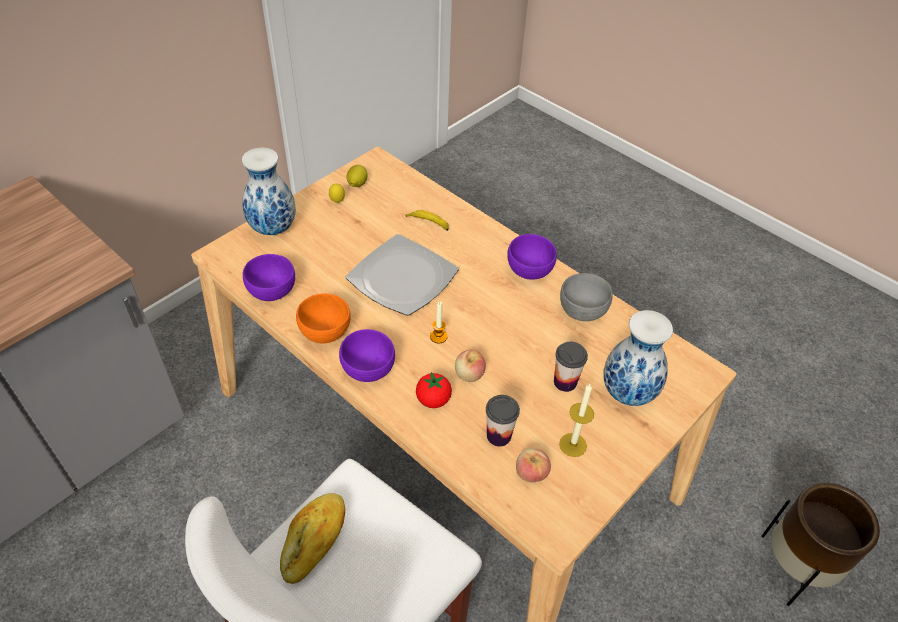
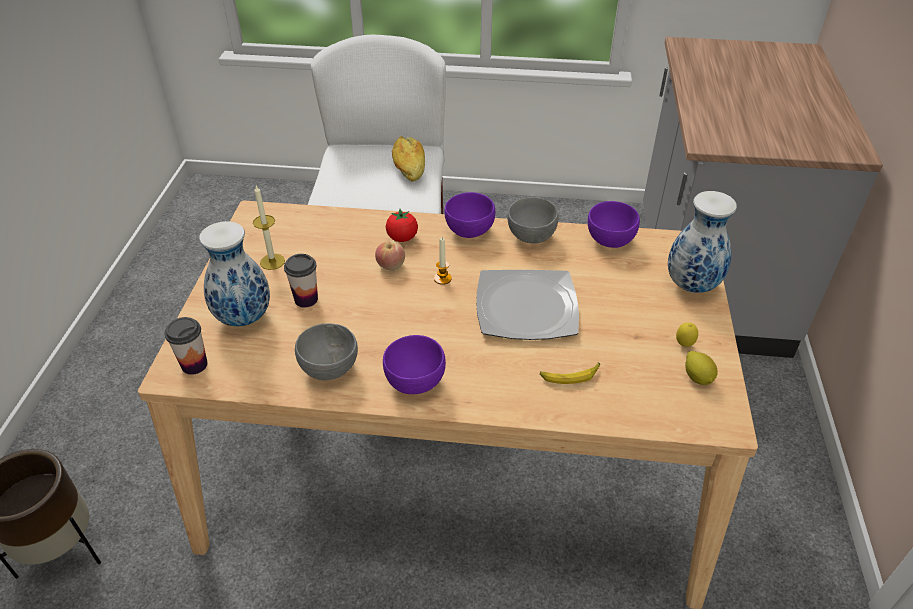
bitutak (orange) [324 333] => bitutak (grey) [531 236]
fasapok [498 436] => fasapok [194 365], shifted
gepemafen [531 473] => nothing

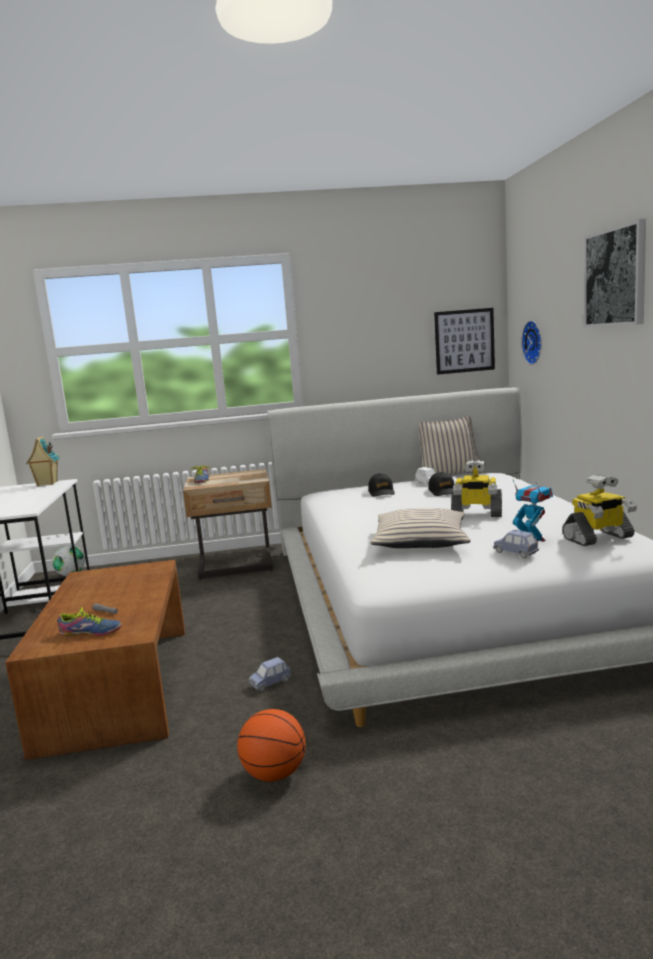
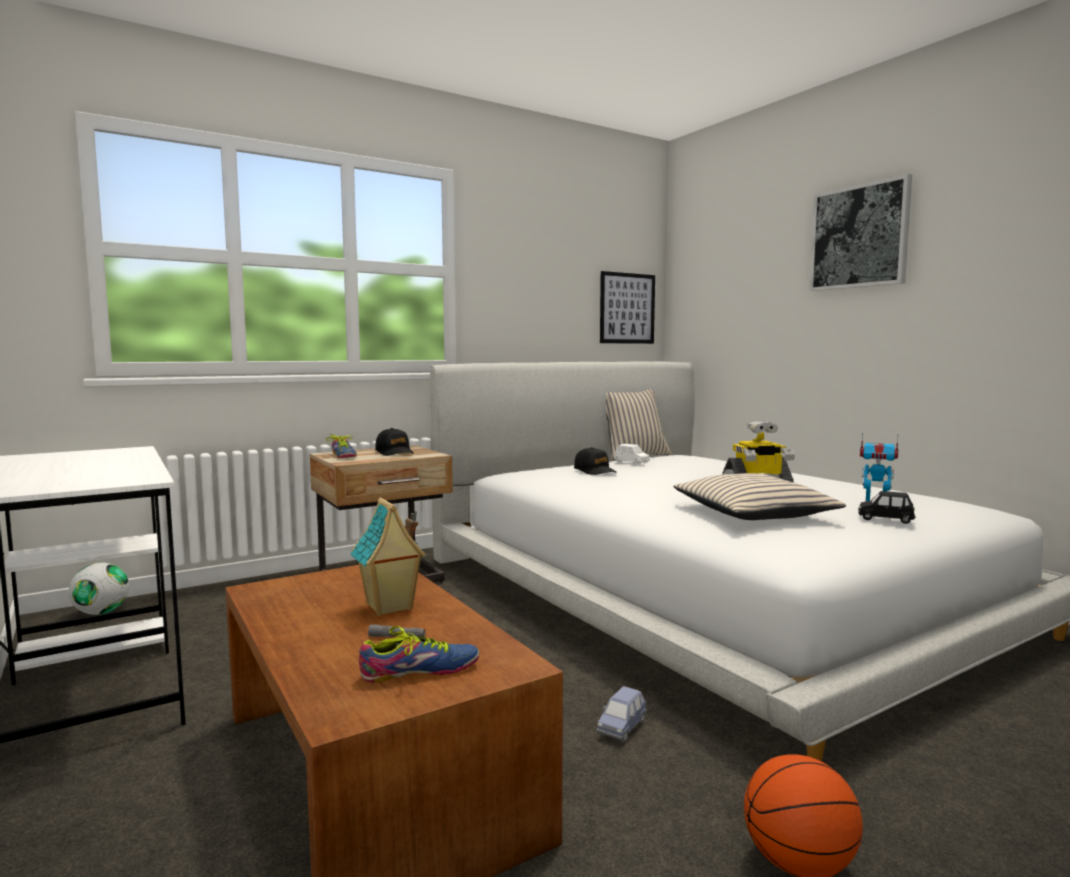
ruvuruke [46 484] => ruvuruke [389 607], shifted
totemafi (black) [443 491] => totemafi (black) [394 452], shifted
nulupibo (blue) [515 553] => nulupibo (black) [885 519]
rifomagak [534 342] => nothing
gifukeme [598 538] => nothing

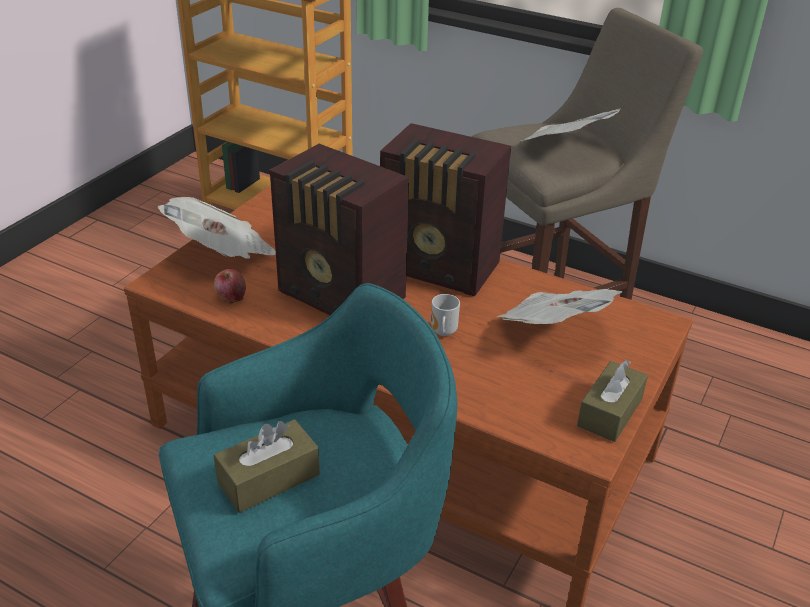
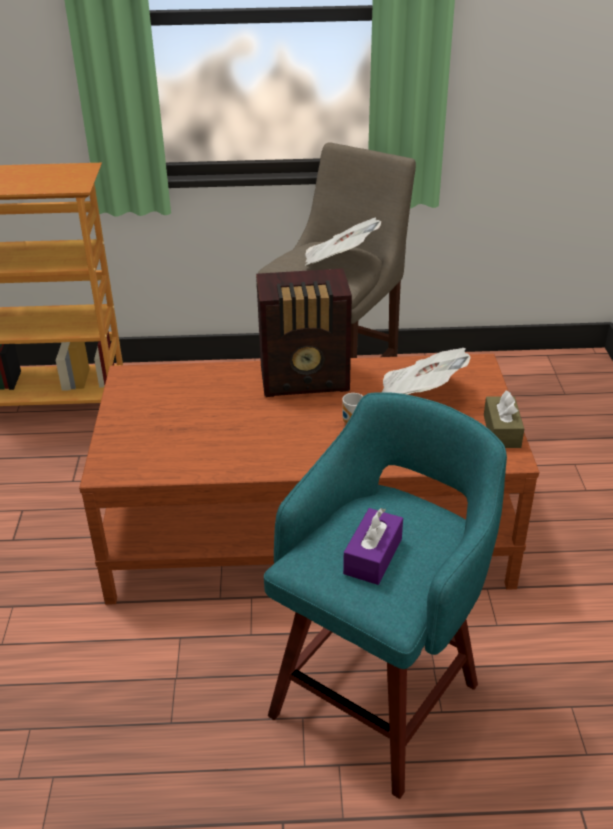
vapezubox [223 253] => nothing
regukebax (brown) [268 478] => regukebax (purple) [373 556]
gepemafen [231 297] => nothing
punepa [342 297] => nothing

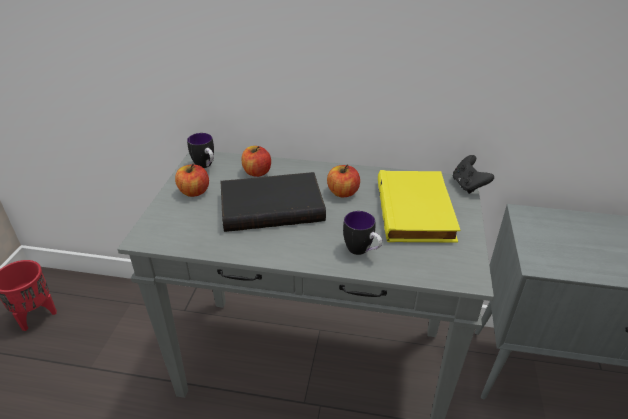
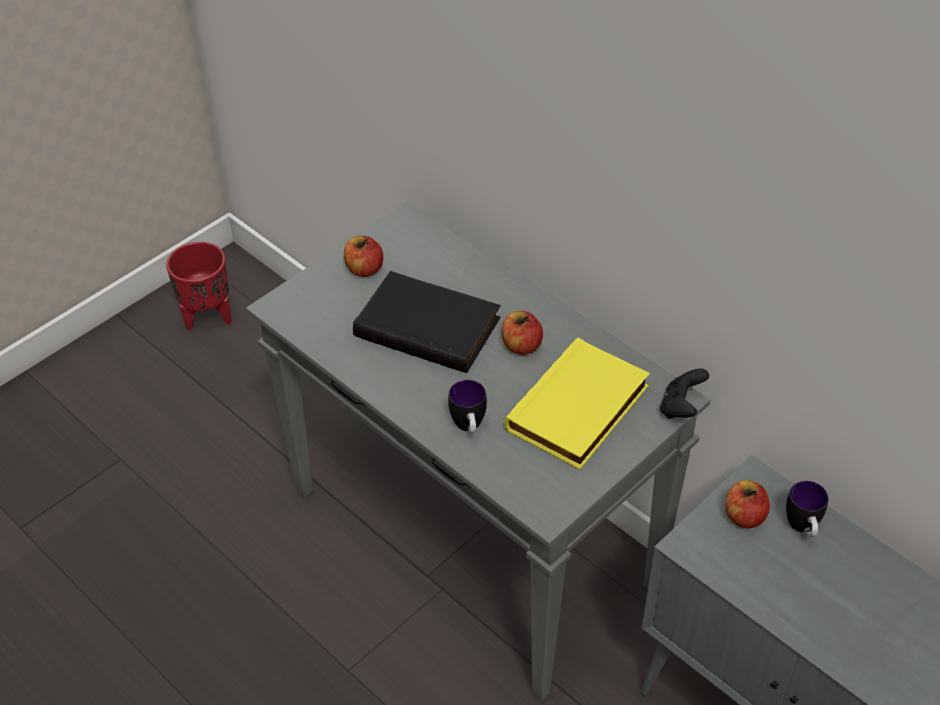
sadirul [206 166] => sadirul [803 529], shifted
gepemafen [257 172] => gepemafen [744 516], shifted

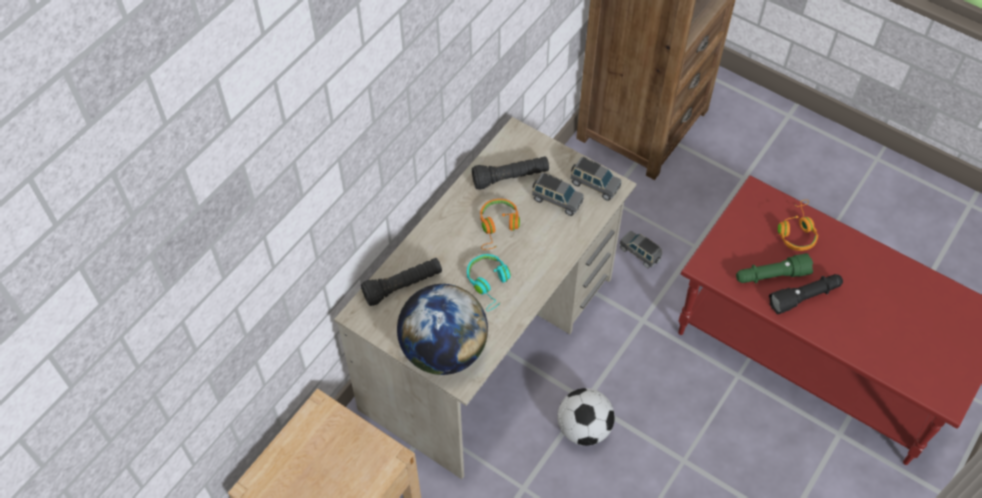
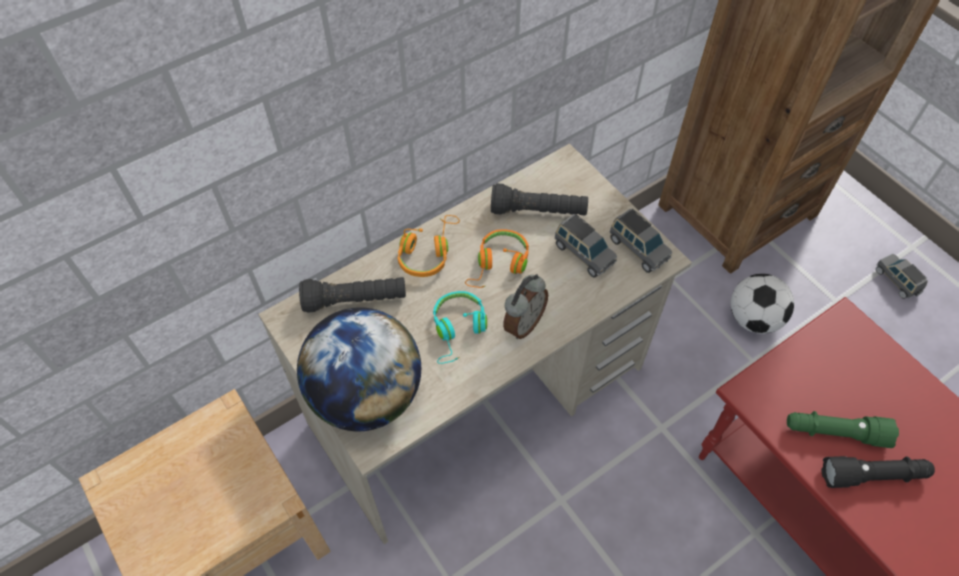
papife [584 428] => papife [753 318], shifted
nulupibo (grey) [640 253] => nulupibo (grey) [897 281], shifted
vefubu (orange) [796 231] => vefubu (orange) [428 252], shifted
nothing => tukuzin [523 324]

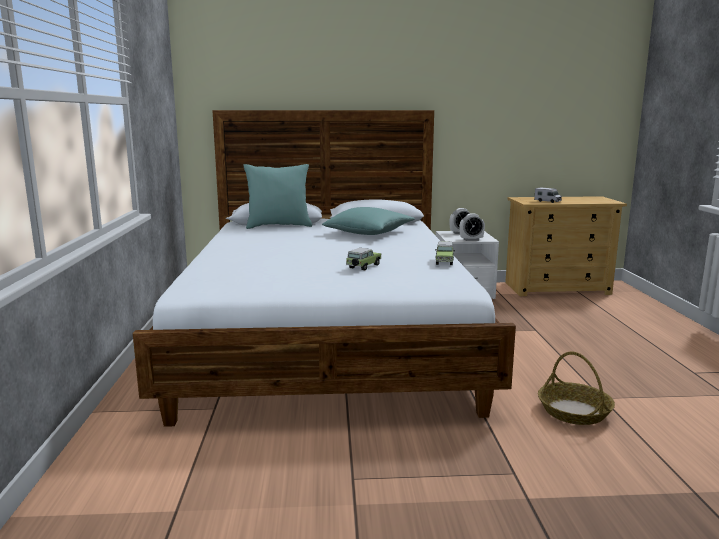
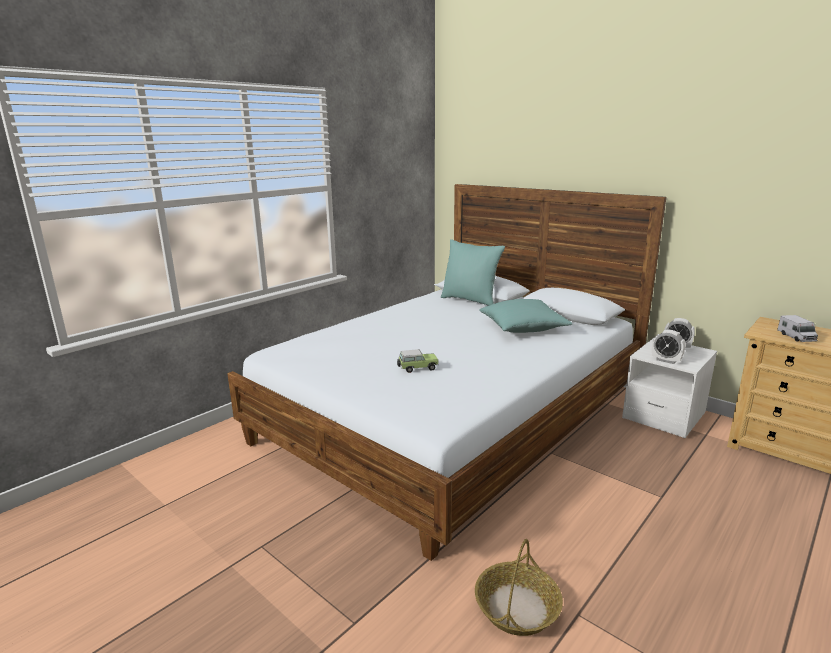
nulupibo [444 261] => nothing

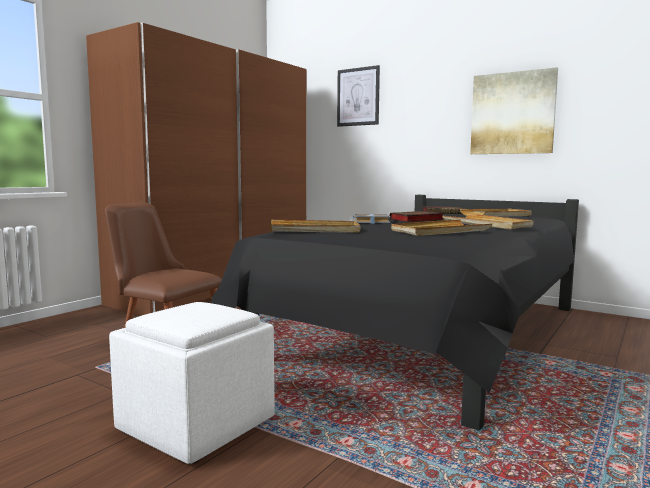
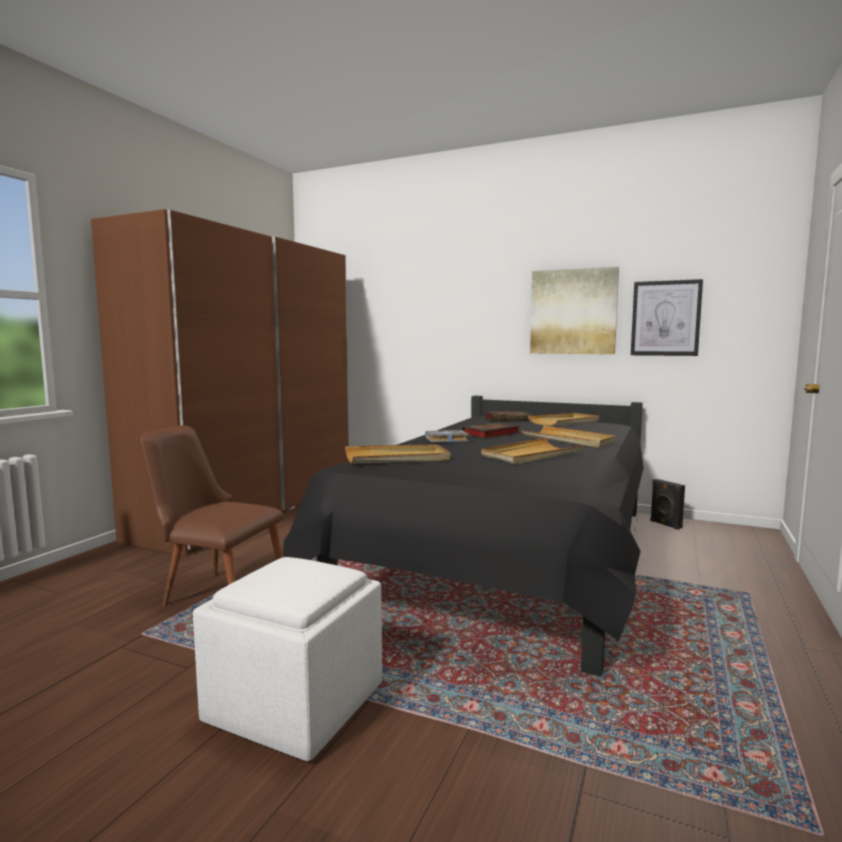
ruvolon [358 97] => ruvolon [665 318], shifted
nothing => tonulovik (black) [665 524]

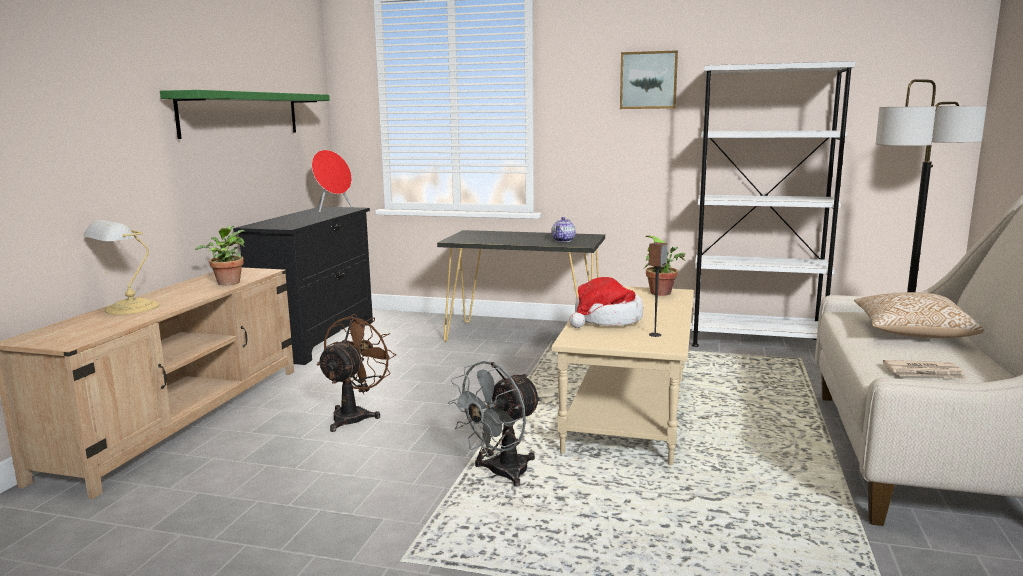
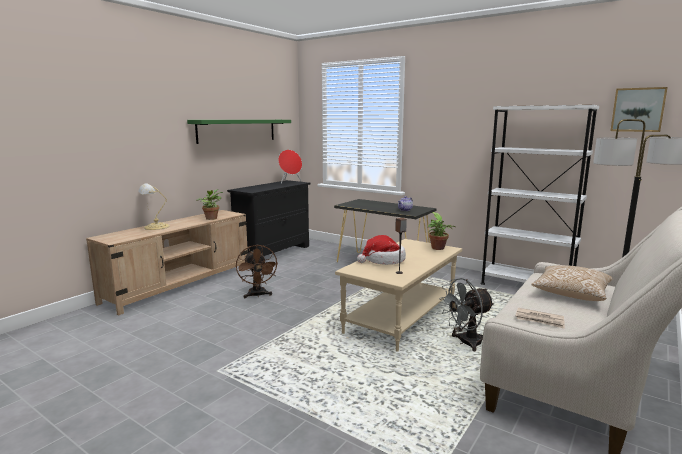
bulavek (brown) [355 415] => bulavek (brown) [257 295], 120 degrees clockwise
bulavek (grey) [500 474] => bulavek (grey) [465 343], shifted
ruvolon [648 80] => ruvolon [638 110], shifted

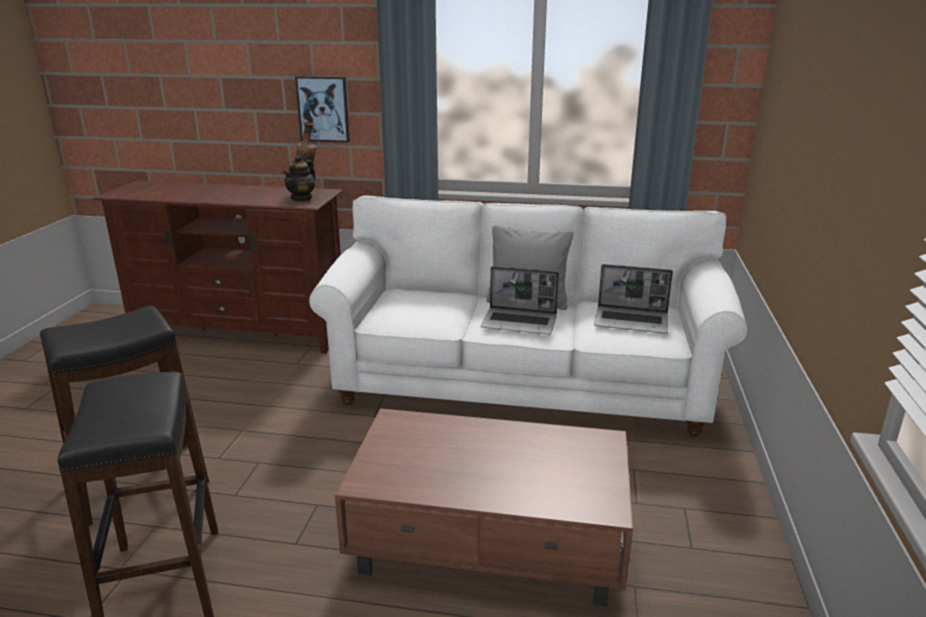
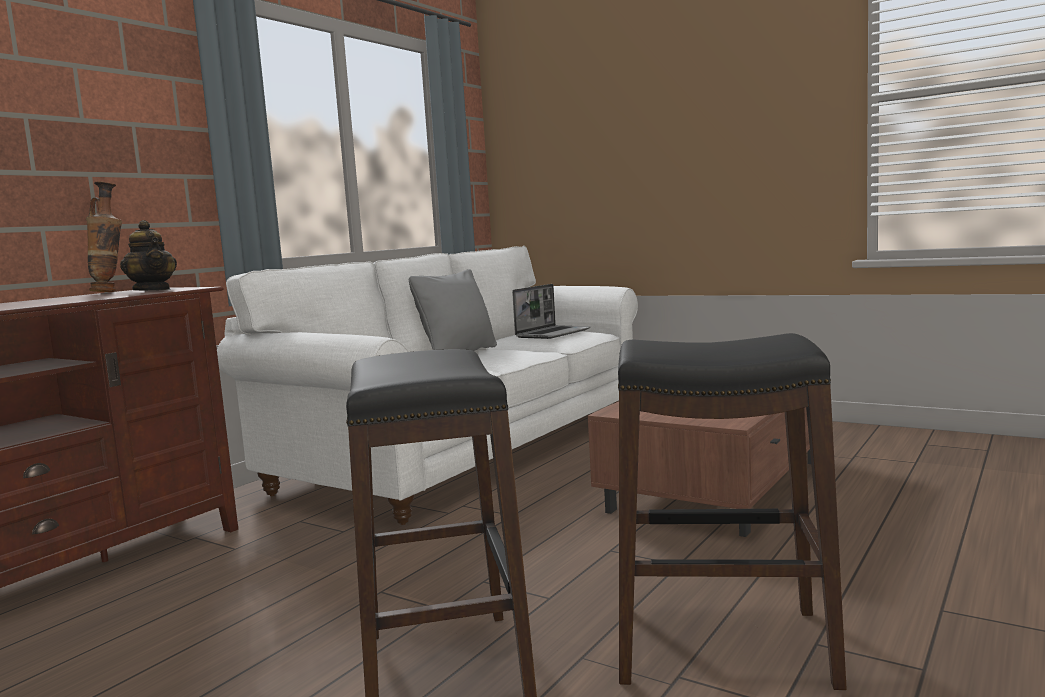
ruvolon [323 109] => nothing
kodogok [520 323] => nothing

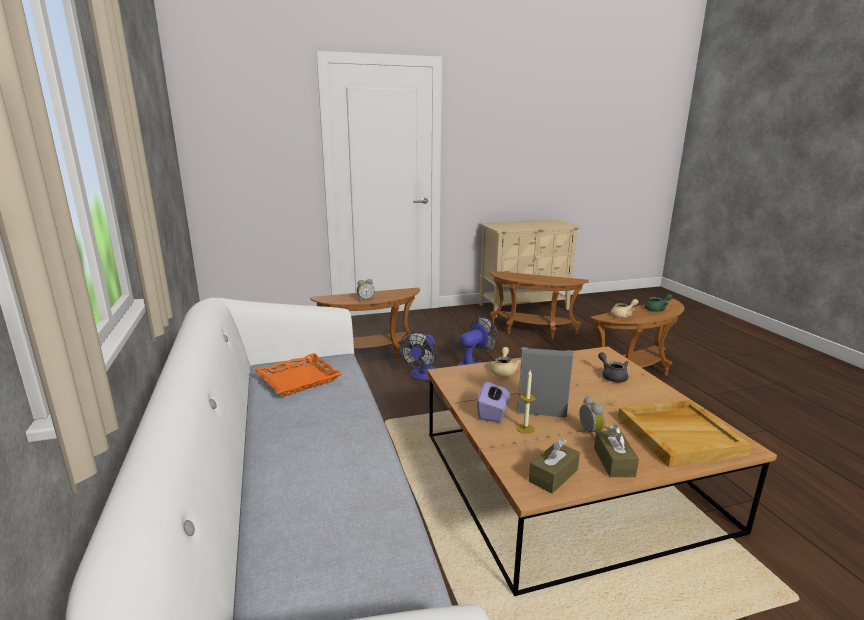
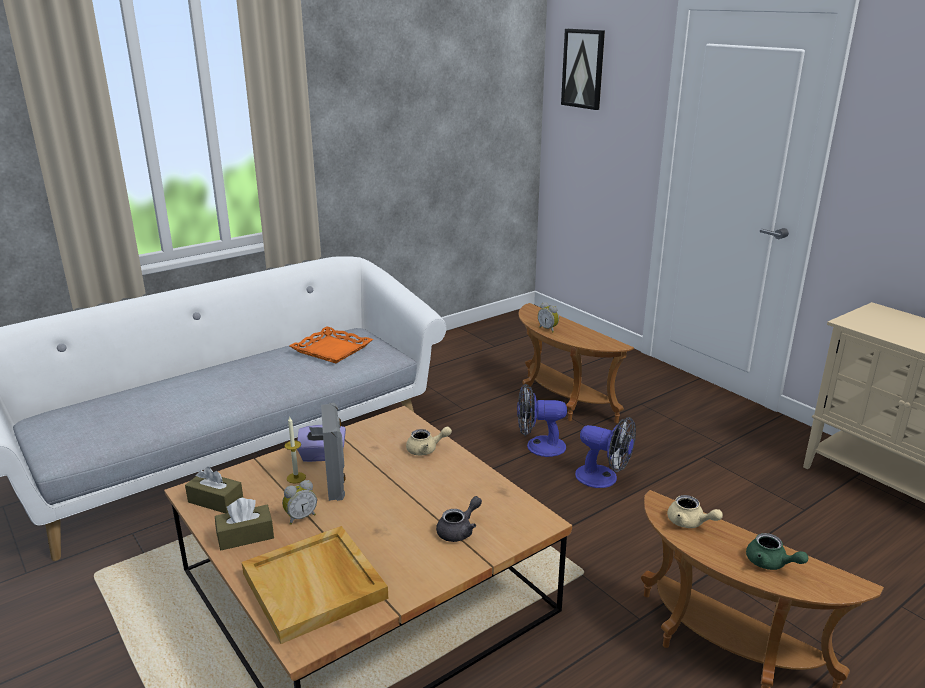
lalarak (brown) [532 332] => nothing
nothing => ruvolon [583 69]

